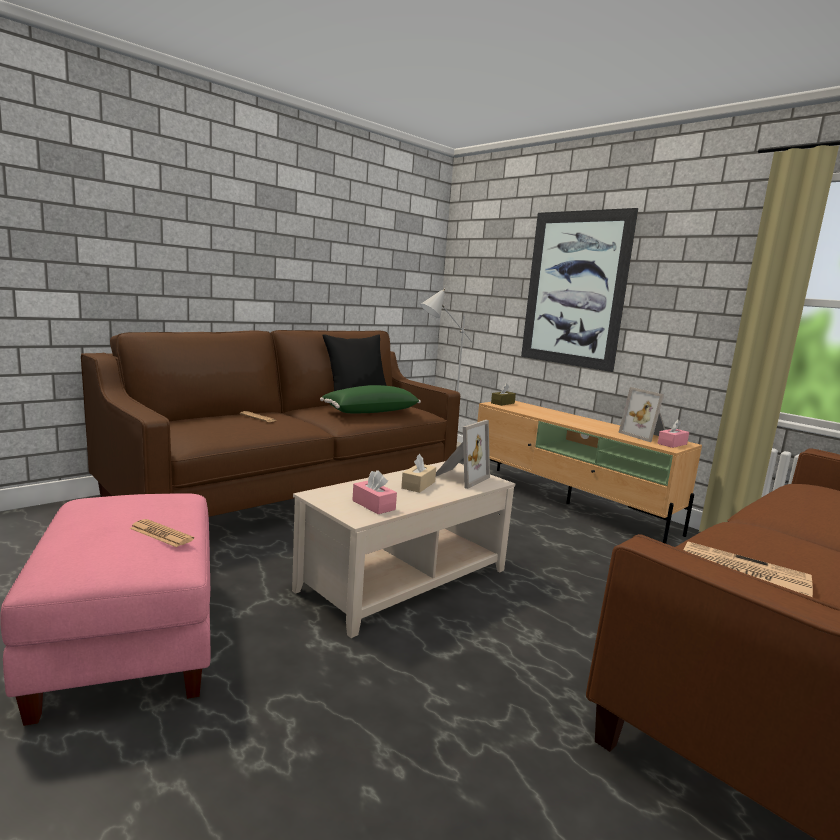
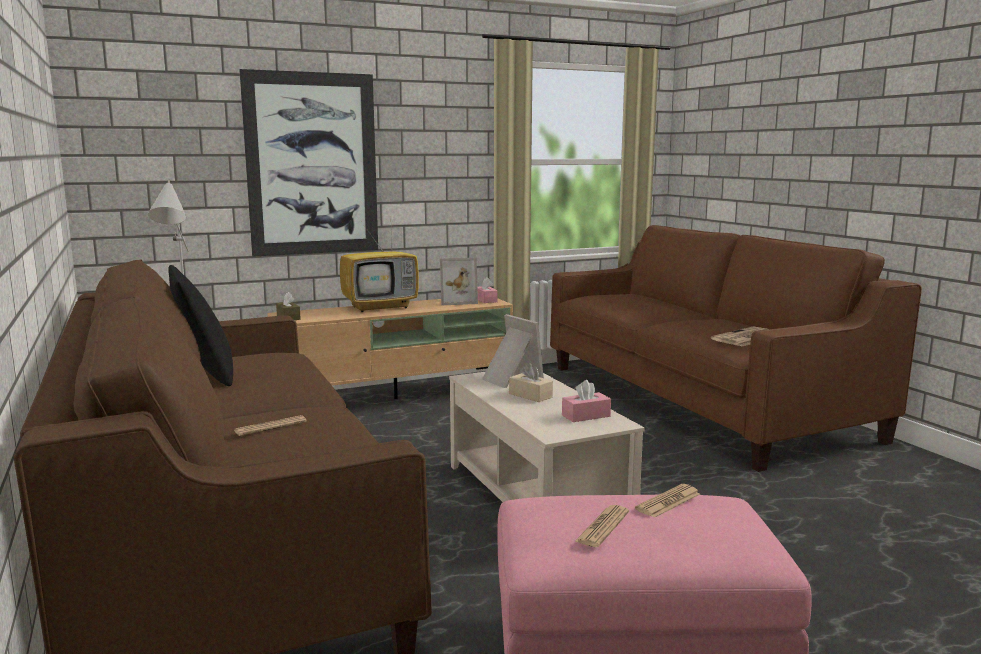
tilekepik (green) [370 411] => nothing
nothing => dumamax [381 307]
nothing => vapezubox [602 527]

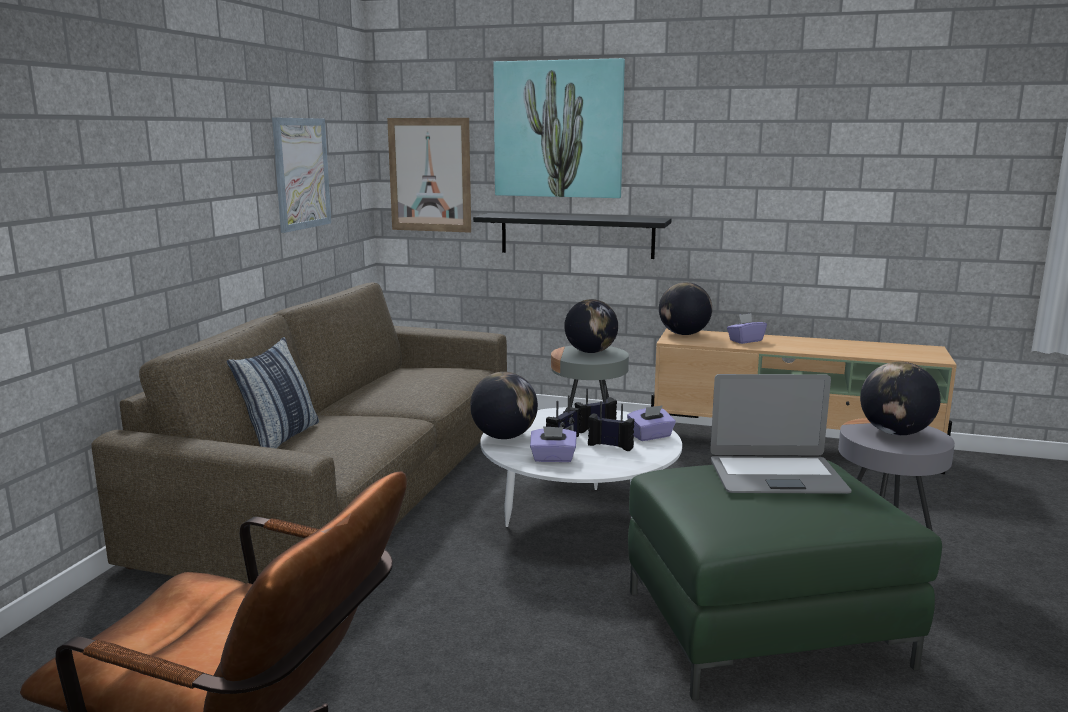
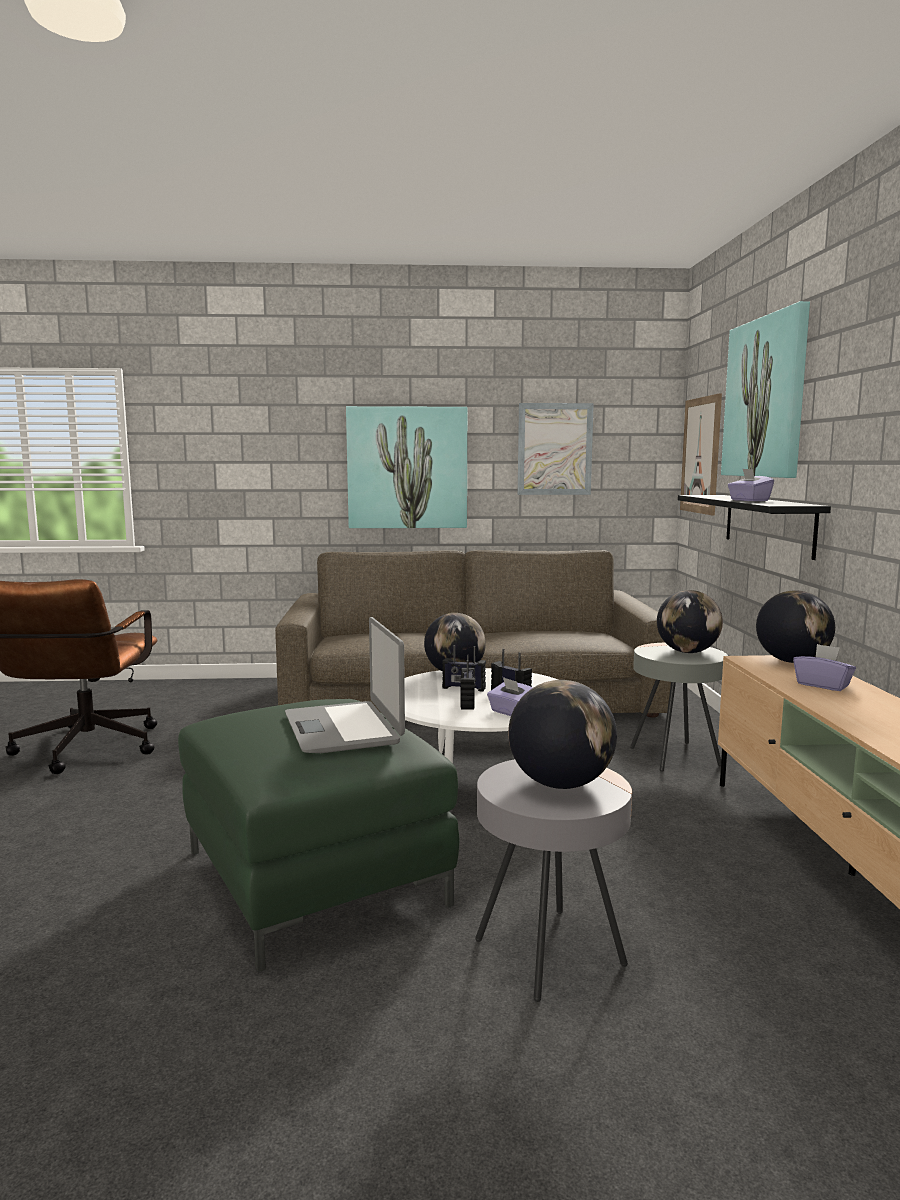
tilekepik [280 437] => nothing
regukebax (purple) [553 458] => regukebax (purple) [749 500], shifted
nothing => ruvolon [407 468]

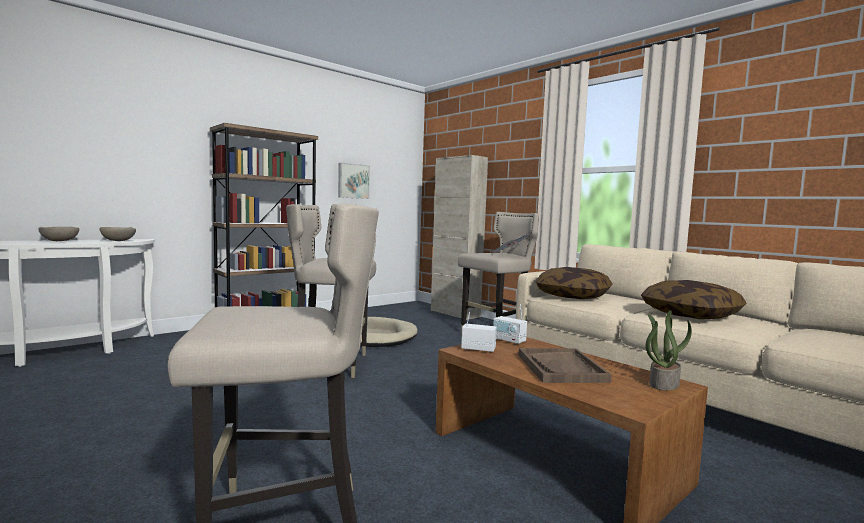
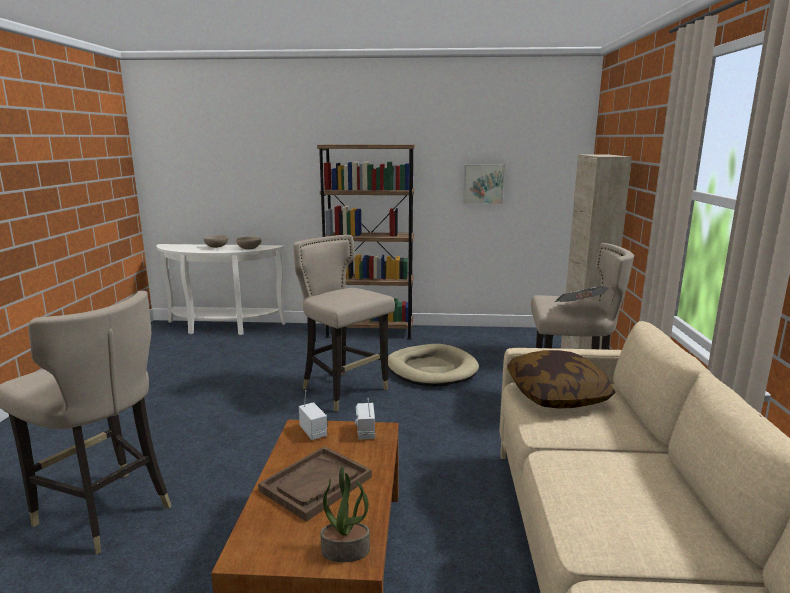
tilekepik [690 315] => nothing

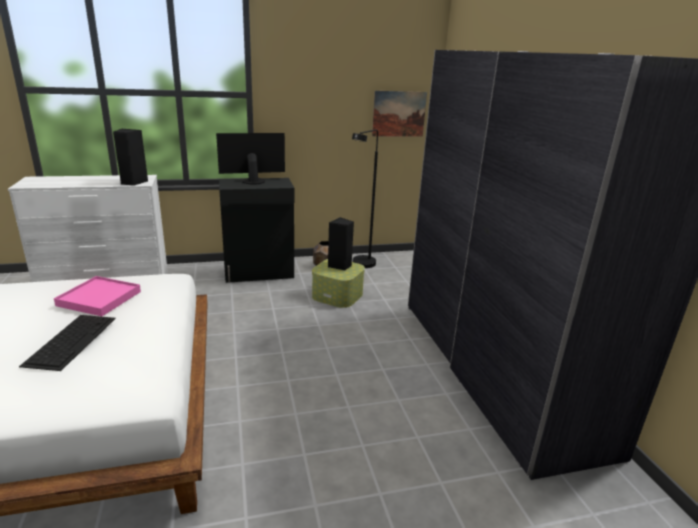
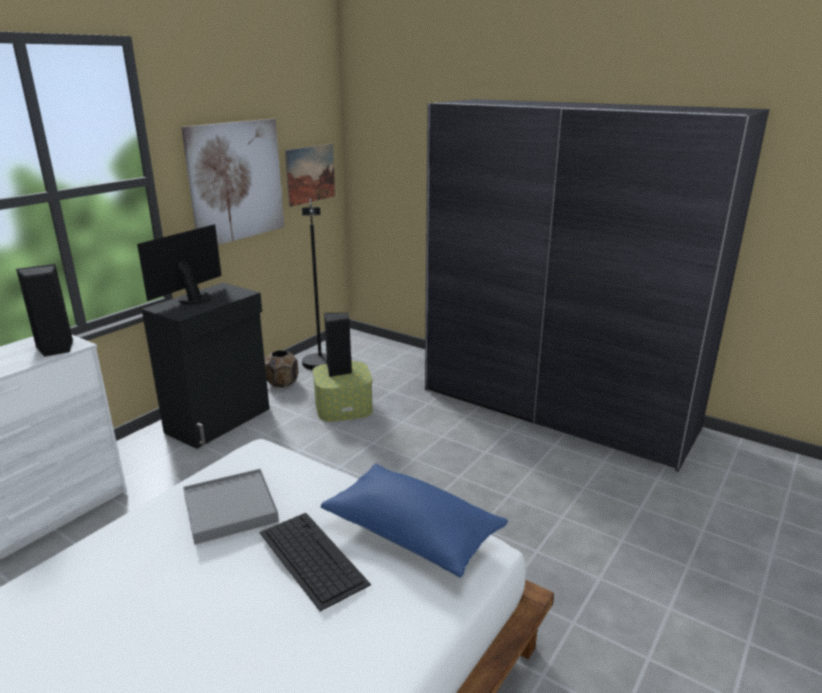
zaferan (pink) [99 299] => zaferan (grey) [230 509]
nothing => ruvolon [236 181]
nothing => tilekepik (blue) [412 534]

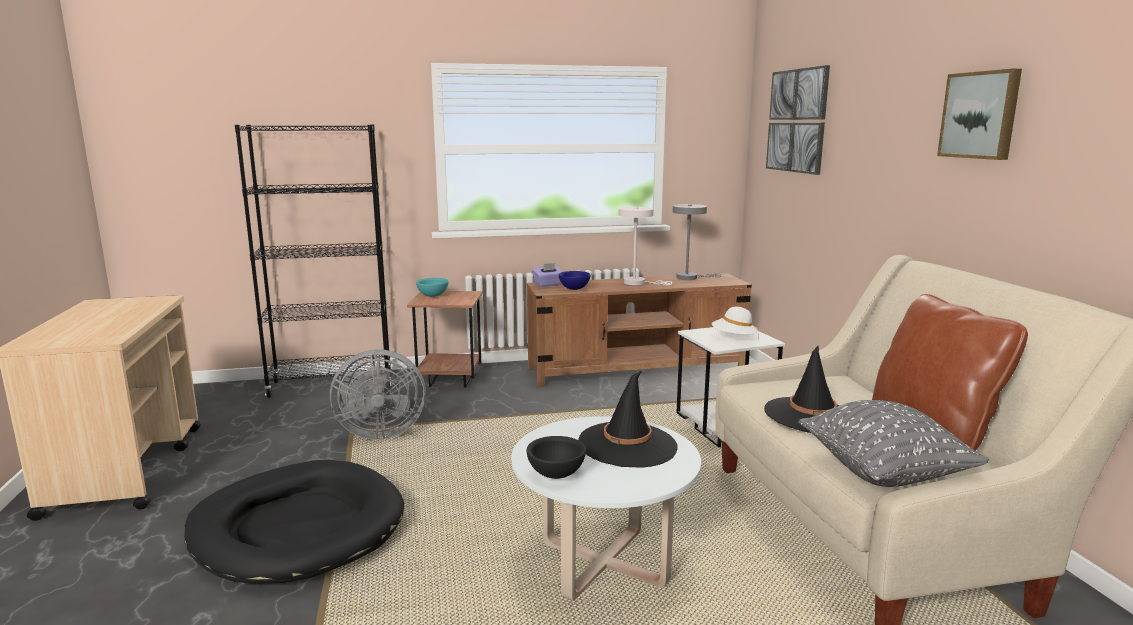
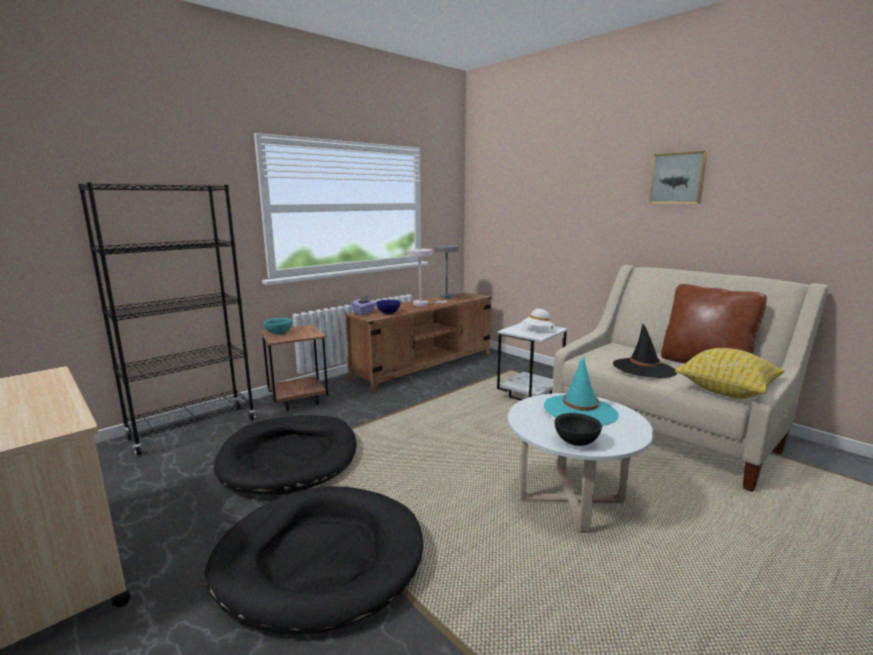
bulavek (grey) [378 433] => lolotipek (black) [289 458]
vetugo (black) [627 445] => vetugo (turquoise) [580 411]
ruvolon [797 121] => nothing
tilekepik (grey) [883 473] => tilekepik (yellow) [726 391]

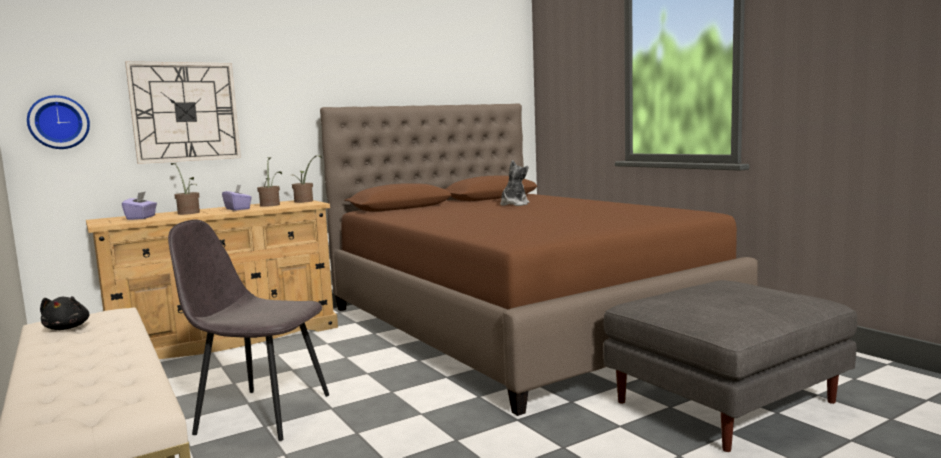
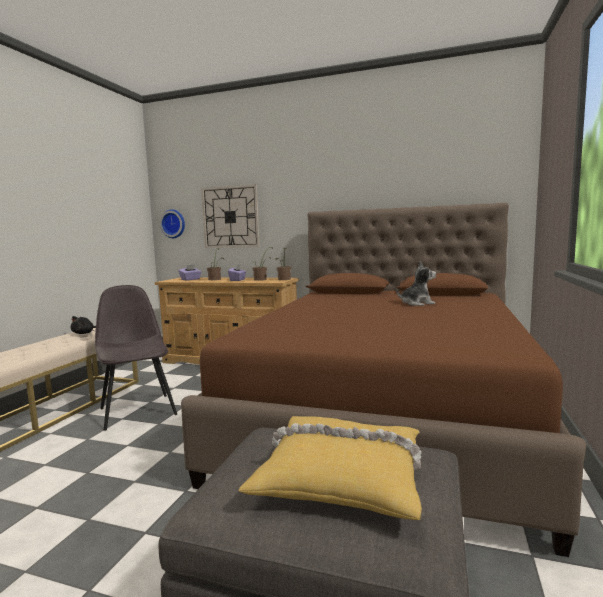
nothing => tilekepik (yellow) [341 476]

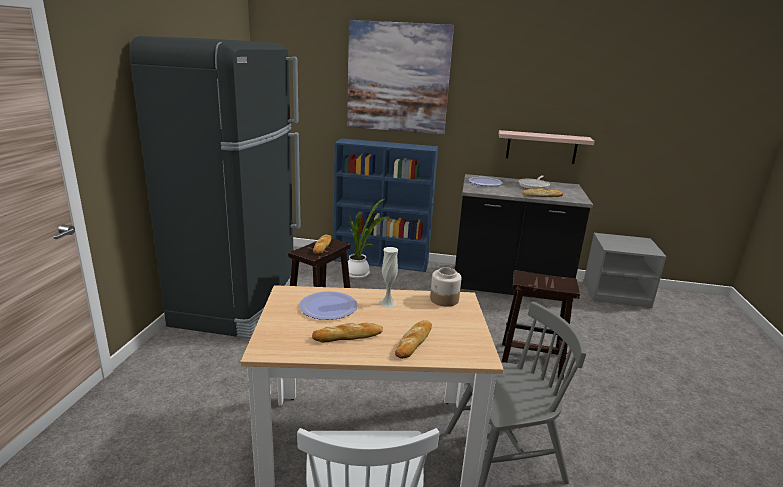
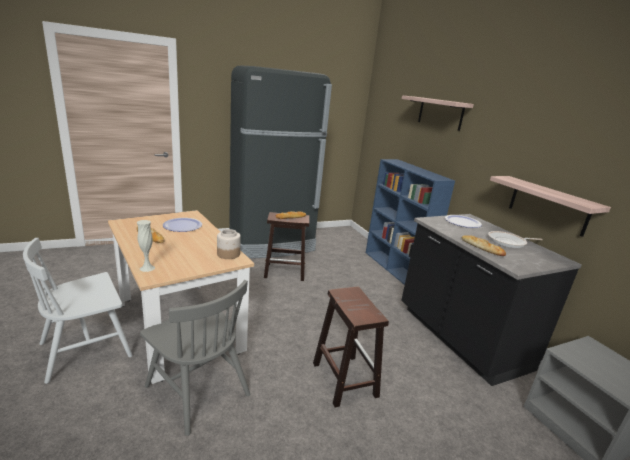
ruvolon [398 78] => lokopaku [440 113]
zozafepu [359 273] => nothing
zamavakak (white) [388 303] => zamavakak (white) [147 268], shifted
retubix [414 342] => nothing

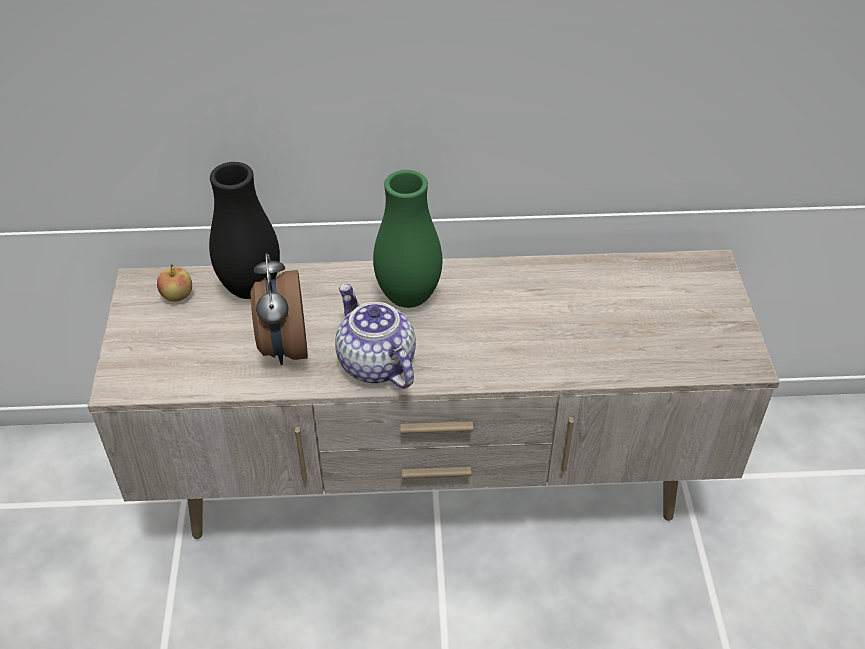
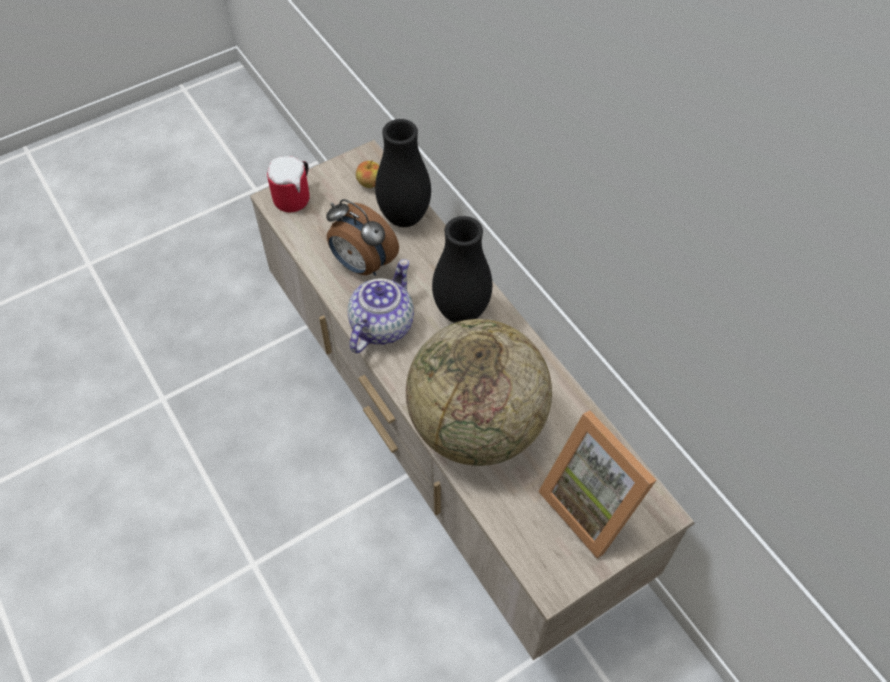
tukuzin [283 347] => tukuzin [362 265], 105 degrees counterclockwise
zamavakak (green) [408 297] => zamavakak (black) [461 312]
nothing => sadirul [296 197]
nothing => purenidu [476 426]
nothing => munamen [594 504]

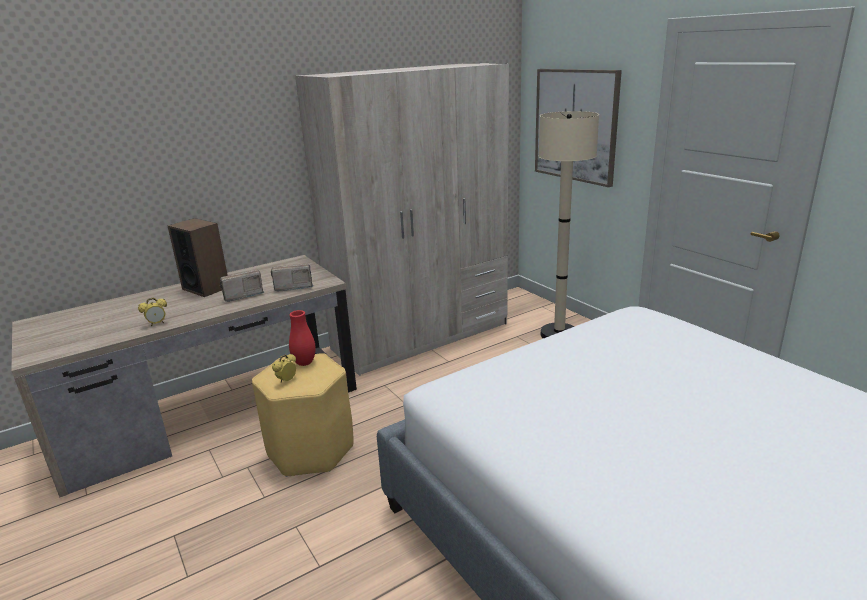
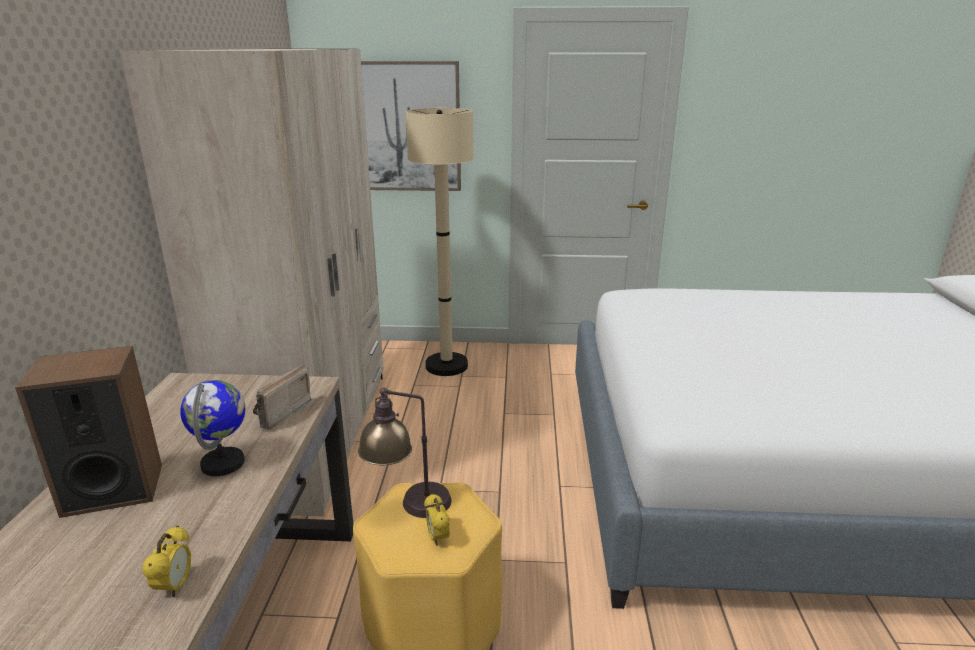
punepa [241 295] => purenidu [223 463]
zamavakak (red) [304 363] => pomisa [408 507]

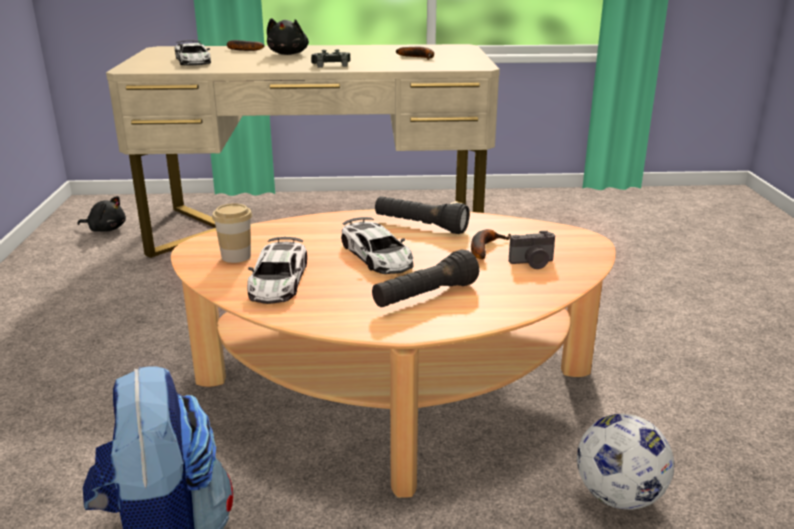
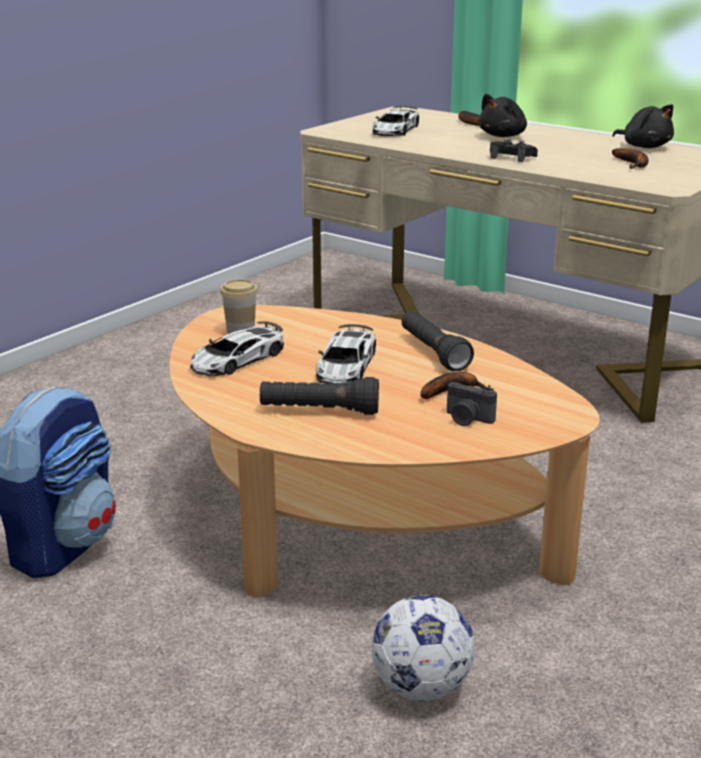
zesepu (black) [106 229] => zesepu (black) [644 146], shifted

